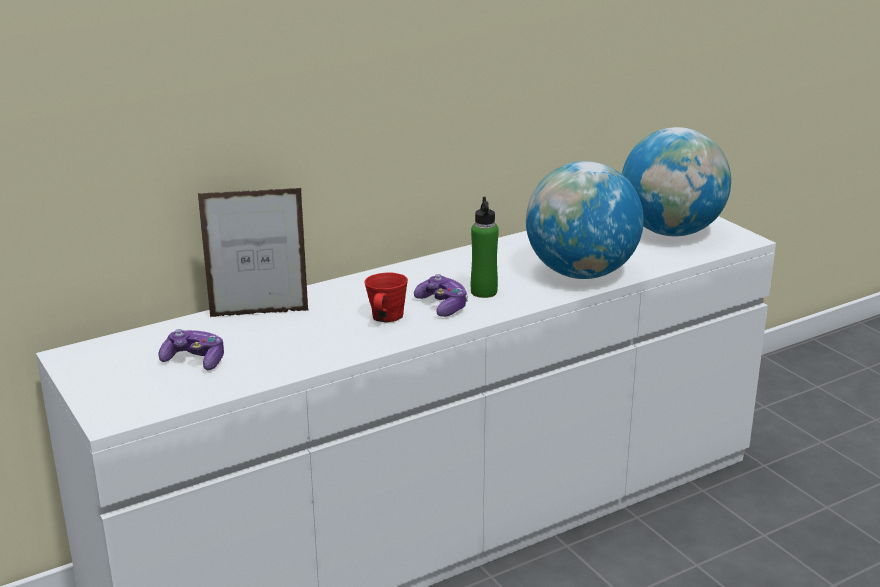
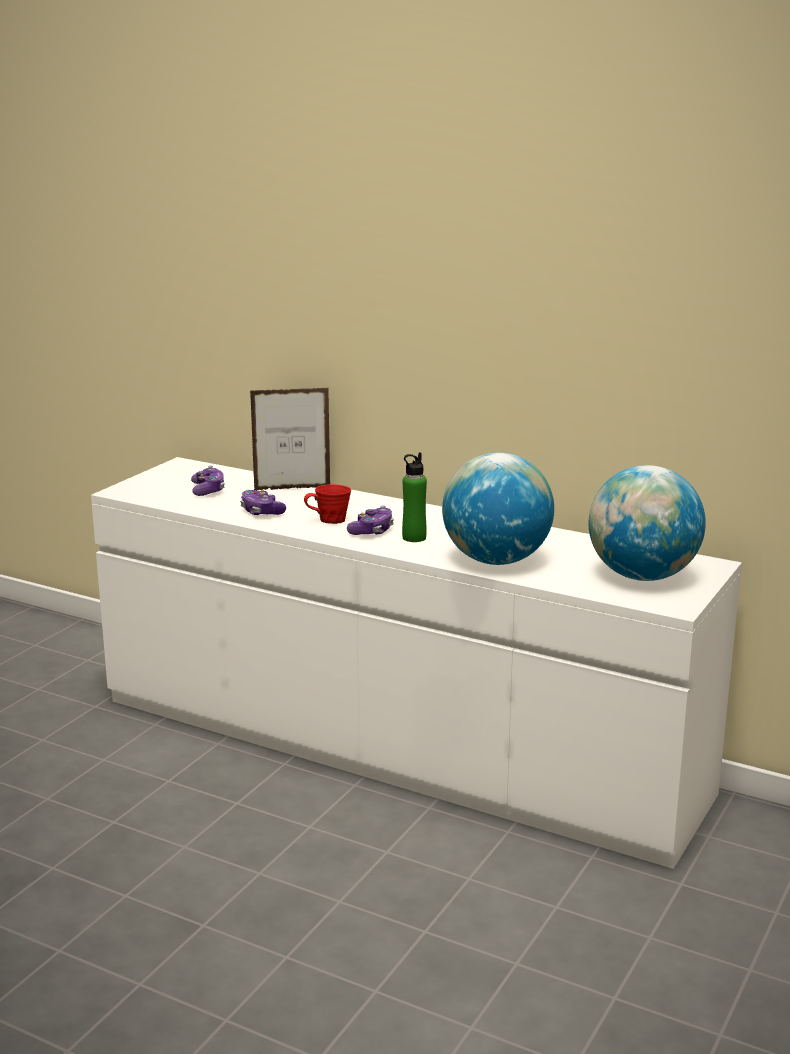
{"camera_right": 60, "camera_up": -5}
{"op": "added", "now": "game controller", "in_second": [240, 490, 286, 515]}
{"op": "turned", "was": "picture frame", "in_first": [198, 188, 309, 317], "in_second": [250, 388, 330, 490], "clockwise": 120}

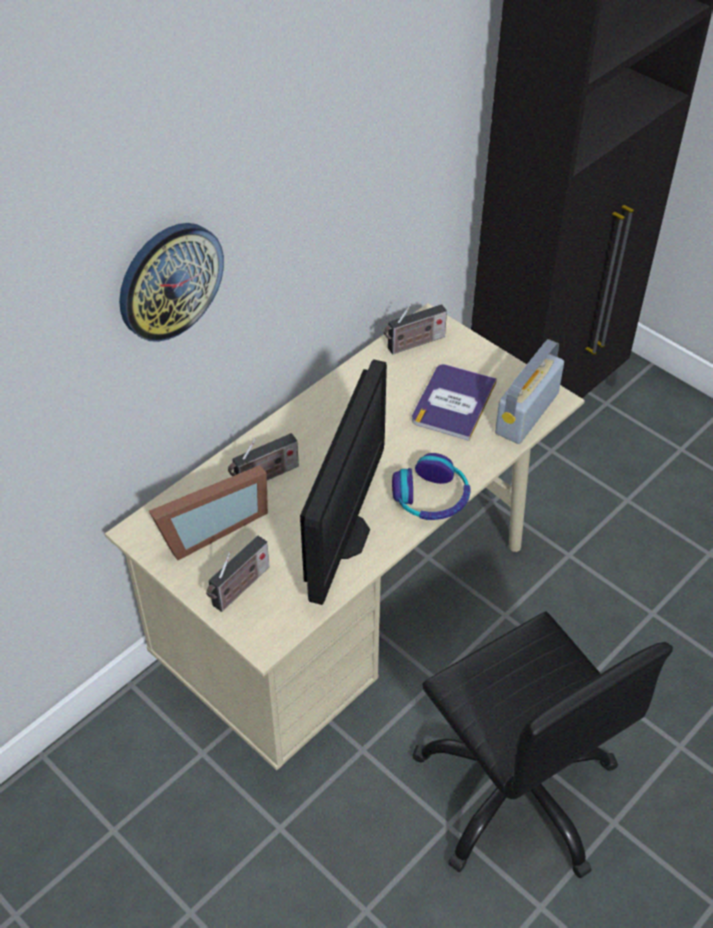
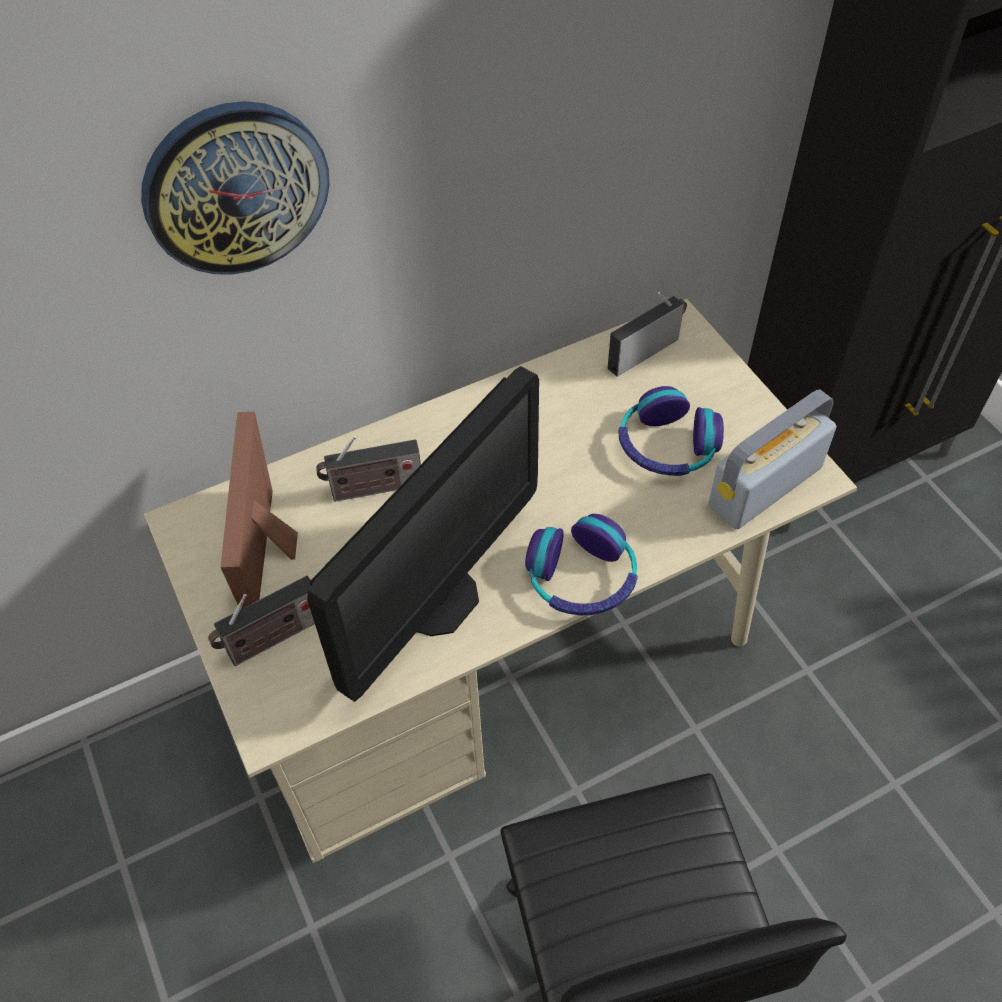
{"camera_right": 20, "camera_up": 5}
{"op": "replaced", "was": "book", "now": "headphones", "in_first": [412, 364, 497, 441], "in_second": [618, 386, 724, 476]}
{"op": "turned", "was": "picture frame", "in_first": [149, 465, 268, 560], "in_second": [221, 412, 298, 610], "clockwise": 105}
{"op": "turned", "was": "radio", "in_first": [384, 303, 447, 355], "in_second": [608, 292, 687, 377], "clockwise": 150}

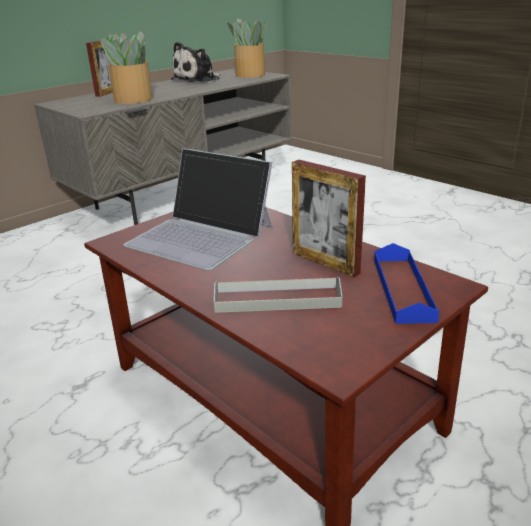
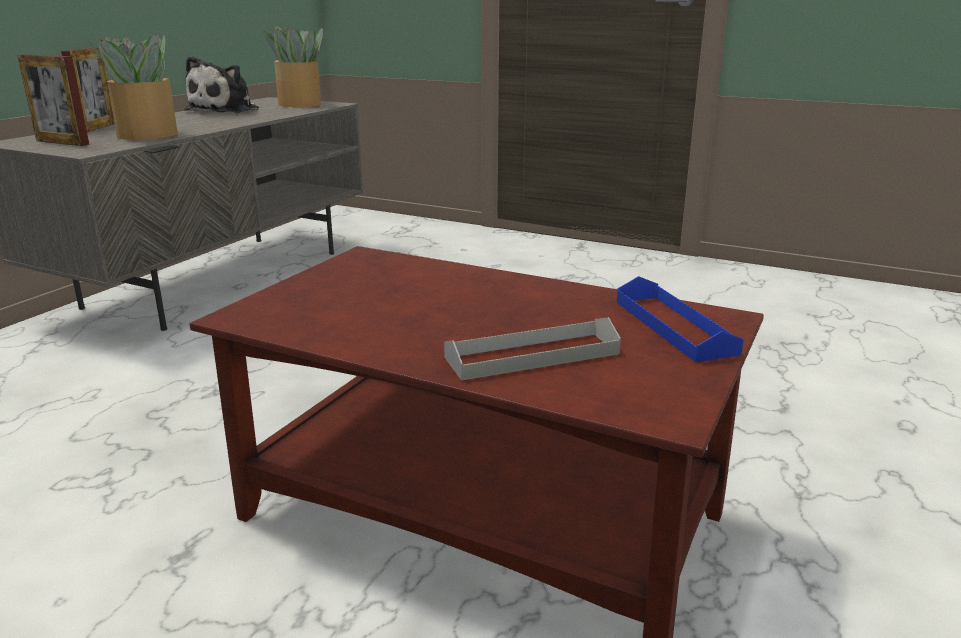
{"camera_right": -20, "camera_up": -5}
{"op": "removed", "was": "laptop", "in_first": [124, 148, 272, 270]}
{"op": "moved", "was": "picture frame", "in_first": [292, 160, 366, 277], "in_second": [17, 54, 90, 146]}

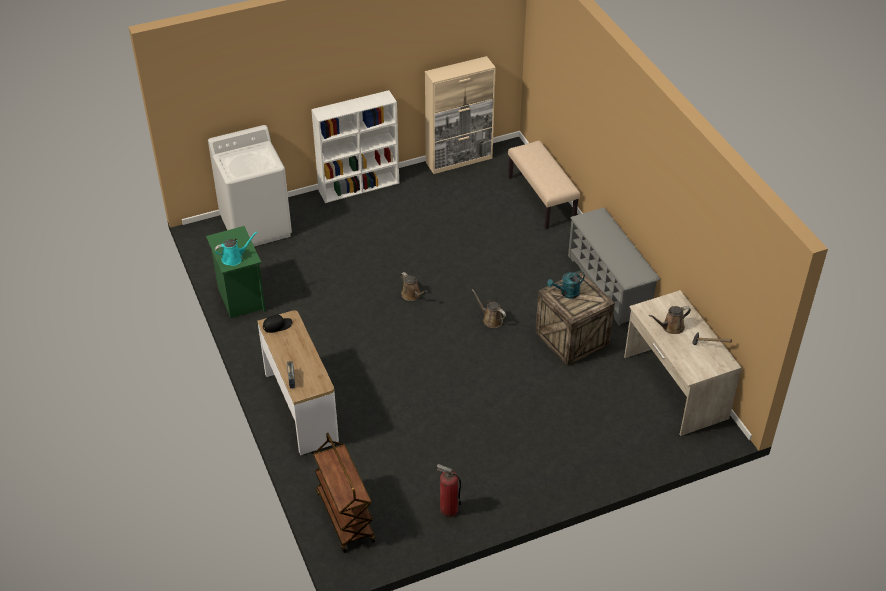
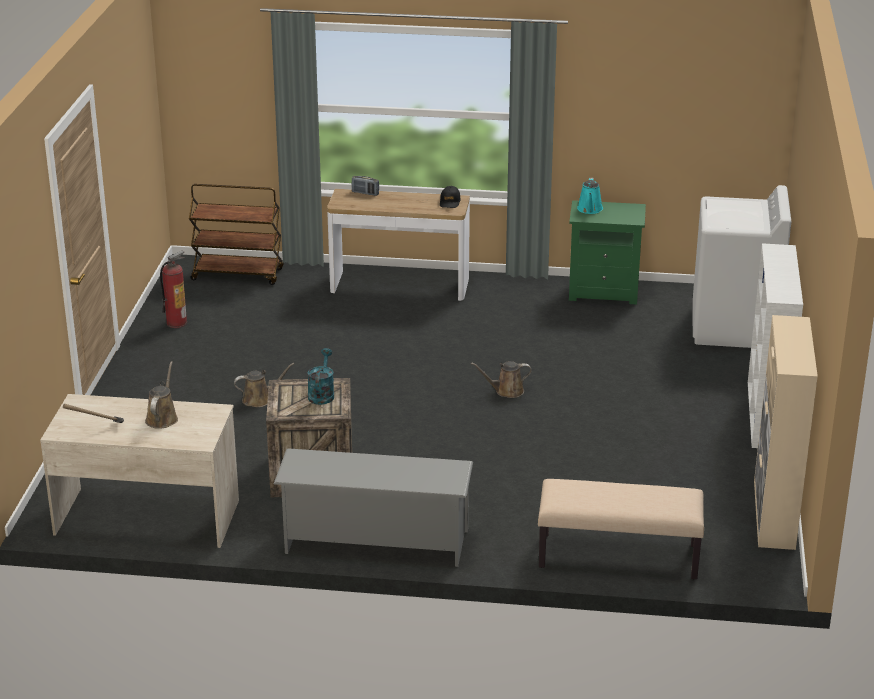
{"camera_right": 120, "camera_up": -15}
{"op": "moved", "was": "brown watering can", "in_first": [472, 289, 506, 328], "in_second": [234, 363, 294, 407]}

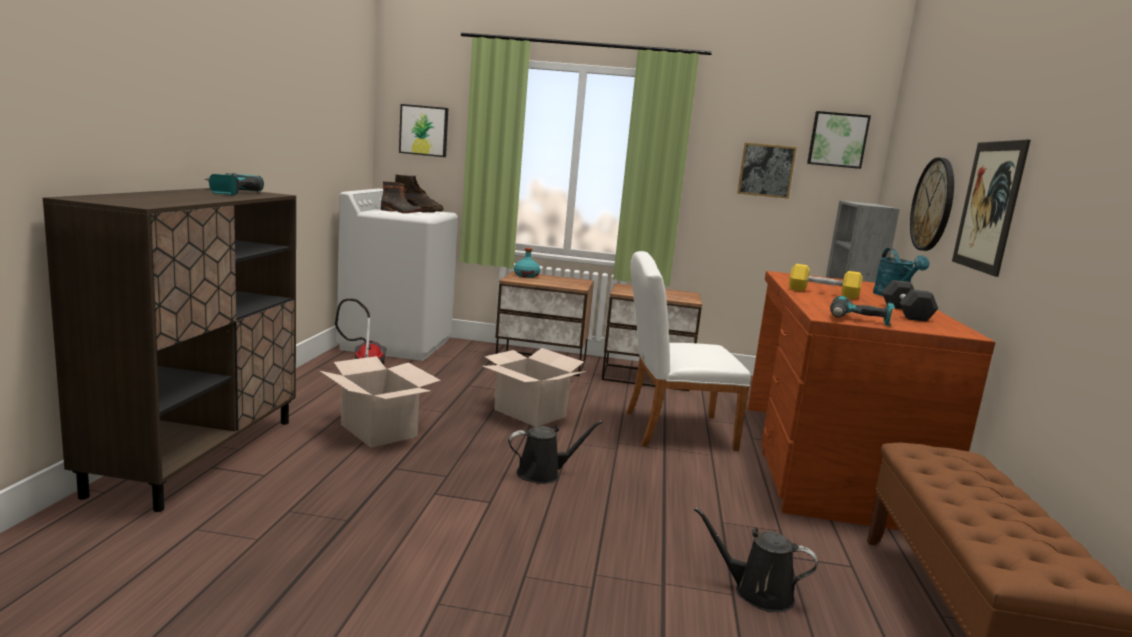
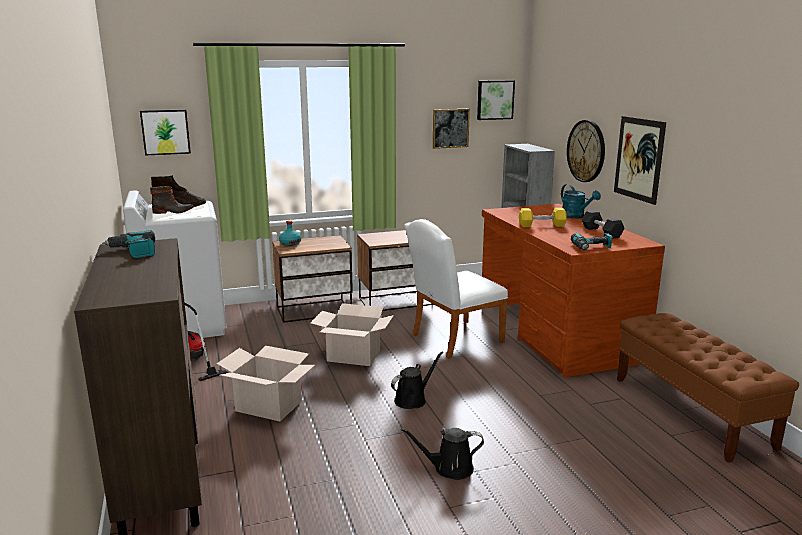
{"camera_right": -25, "camera_up": 5}
{"op": "moved", "was": "black watering can", "in_first": [694, 507, 818, 612], "in_second": [401, 428, 484, 480]}

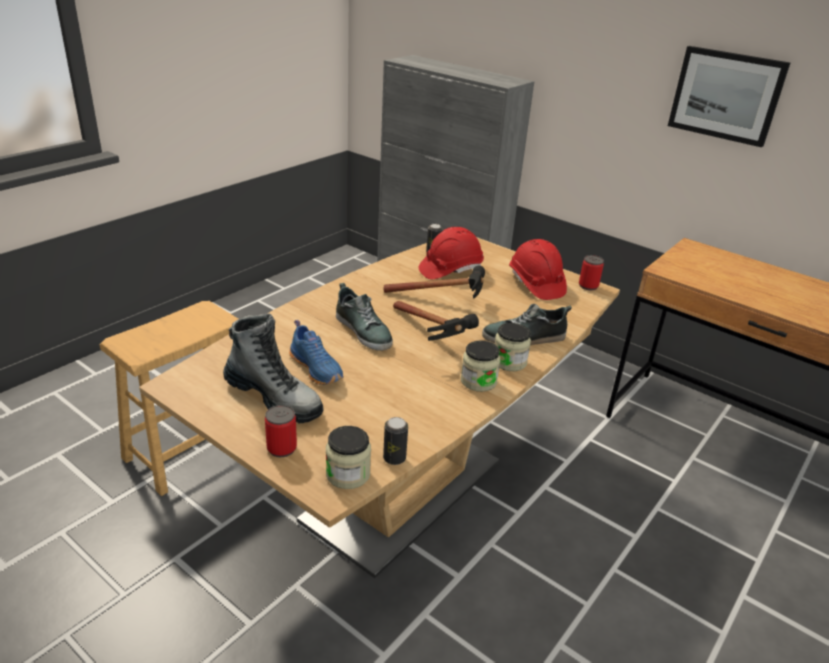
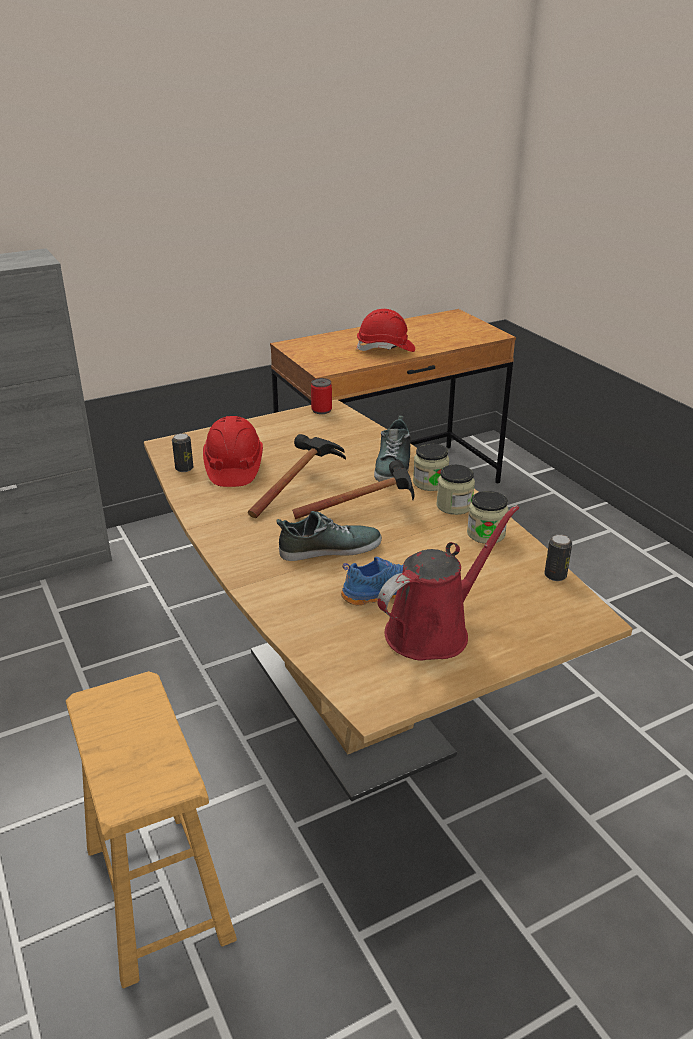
{"camera_right": -65, "camera_up": 0}
{"op": "removed", "was": "can", "in_first": [265, 405, 297, 457]}
{"op": "removed", "was": "picture", "in_first": [668, 46, 790, 147]}
{"op": "moved", "was": "jar", "in_first": [326, 426, 371, 489], "in_second": [467, 491, 509, 544]}
{"op": "moved", "was": "red hard hat", "in_first": [509, 239, 567, 300], "in_second": [356, 309, 415, 352]}
{"op": "replaced", "was": "boot", "now": "red watering can", "in_first": [223, 313, 324, 424], "in_second": [377, 505, 519, 661]}

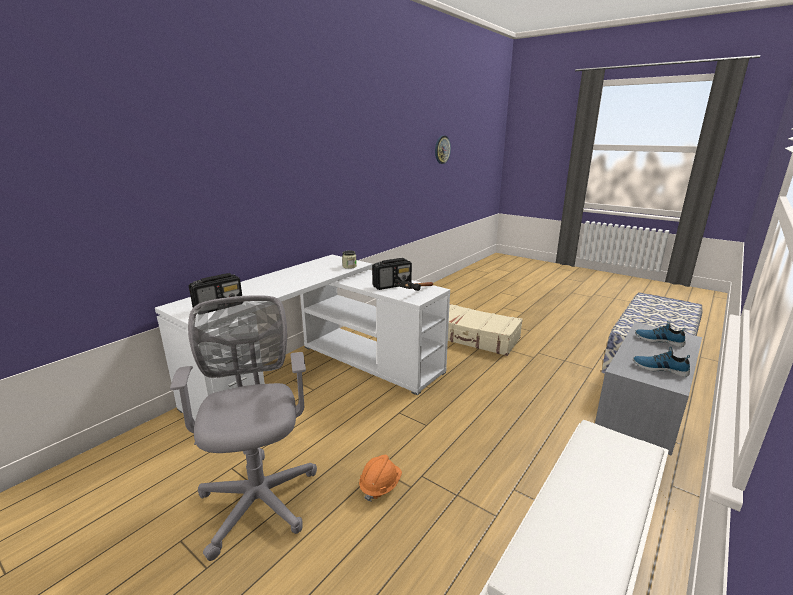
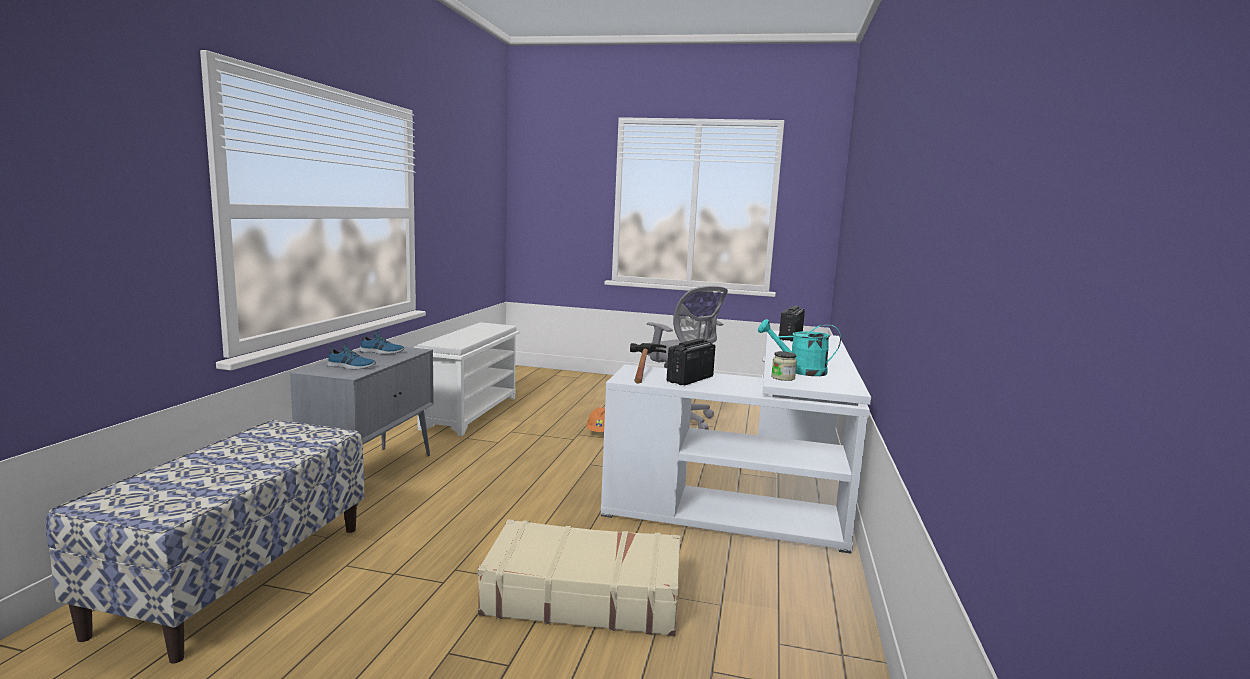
{"camera_right": 155, "camera_up": -10}
{"op": "removed", "was": "wall clock", "in_first": [435, 136, 451, 164]}
{"op": "added", "now": "turquoise watering can", "in_second": [758, 319, 841, 376]}

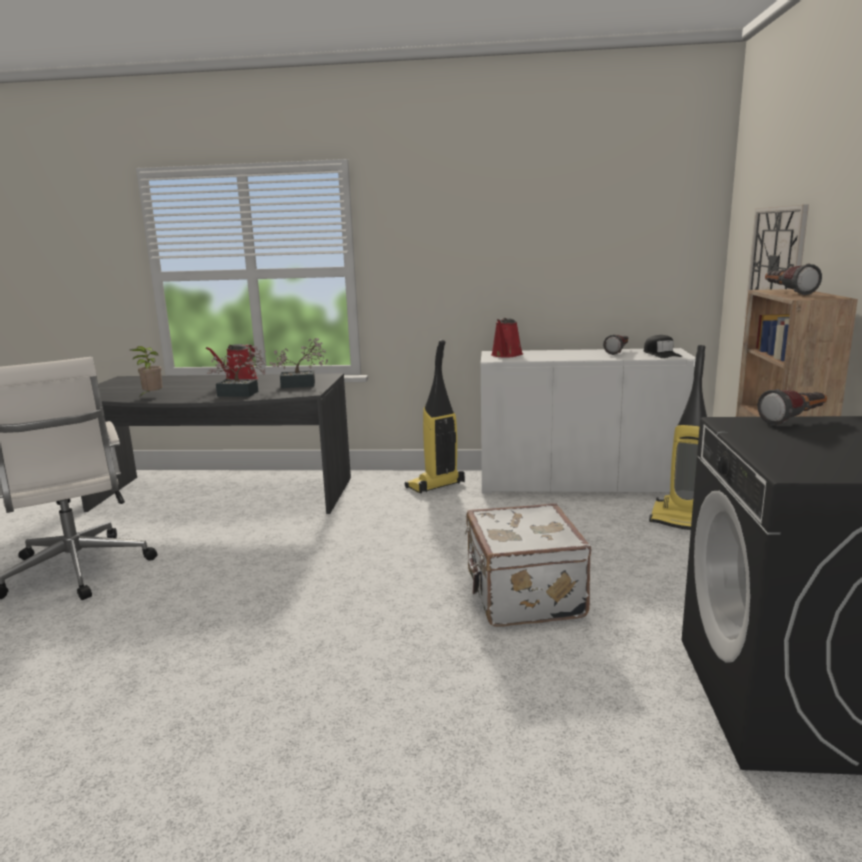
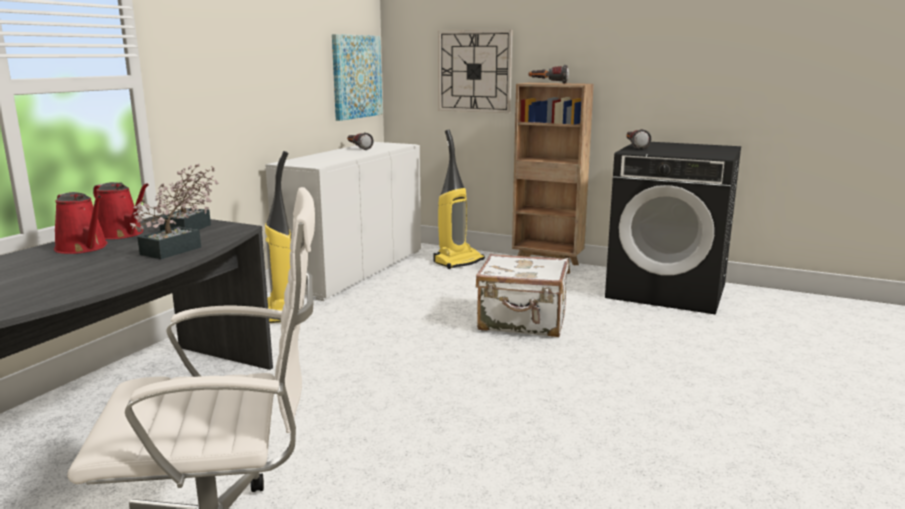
{"camera_right": -70, "camera_up": 0}
{"op": "removed", "was": "potted plant", "in_first": [130, 346, 163, 396]}
{"op": "removed", "was": "black cap", "in_first": [643, 335, 683, 358]}
{"op": "added", "now": "picture", "in_second": [332, 34, 383, 121]}
{"op": "moved", "was": "red watering can", "in_first": [491, 318, 523, 358], "in_second": [93, 182, 149, 239]}

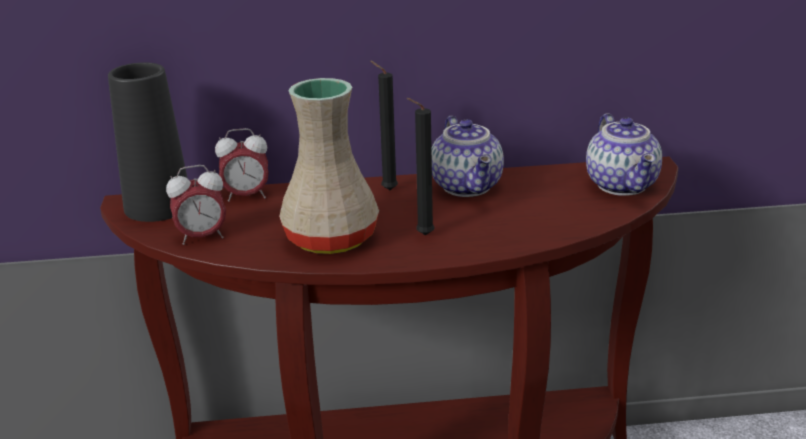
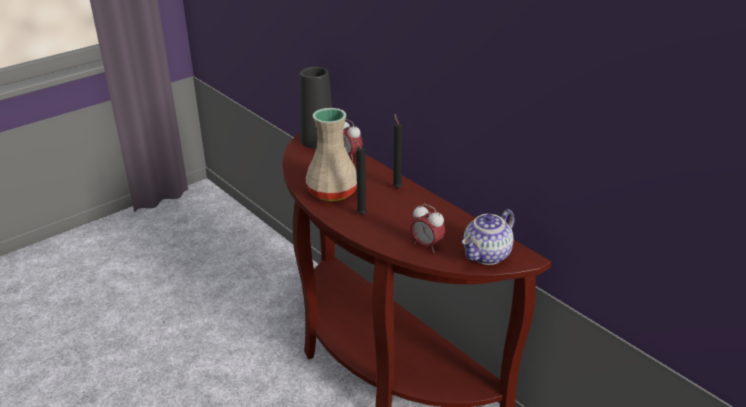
{"camera_right": 55, "camera_up": 5}
{"op": "removed", "was": "teapot", "in_first": [432, 116, 504, 197]}
{"op": "moved", "was": "alarm clock", "in_first": [166, 165, 226, 245], "in_second": [410, 204, 445, 253]}

